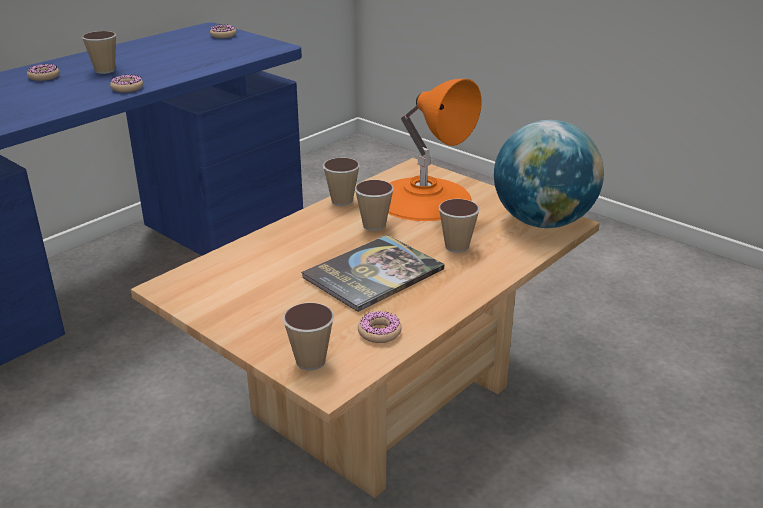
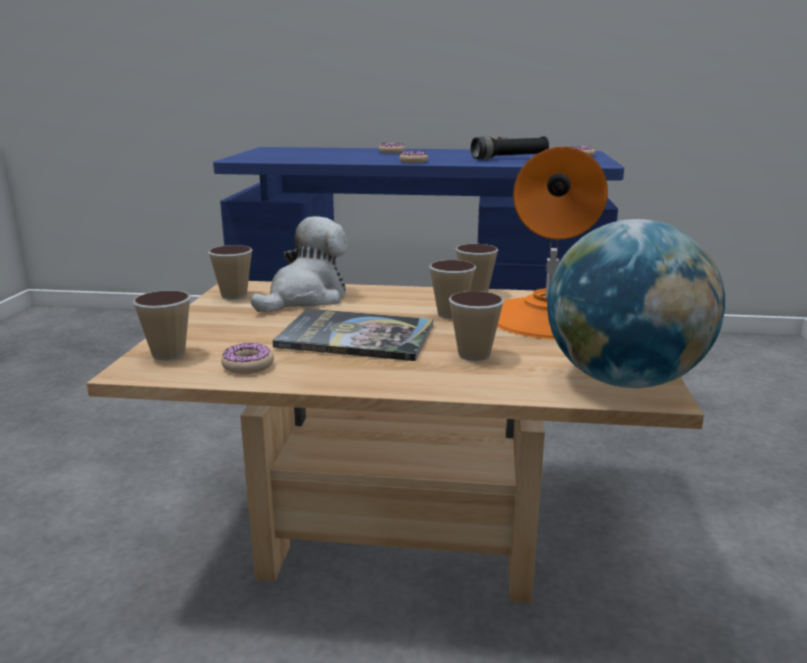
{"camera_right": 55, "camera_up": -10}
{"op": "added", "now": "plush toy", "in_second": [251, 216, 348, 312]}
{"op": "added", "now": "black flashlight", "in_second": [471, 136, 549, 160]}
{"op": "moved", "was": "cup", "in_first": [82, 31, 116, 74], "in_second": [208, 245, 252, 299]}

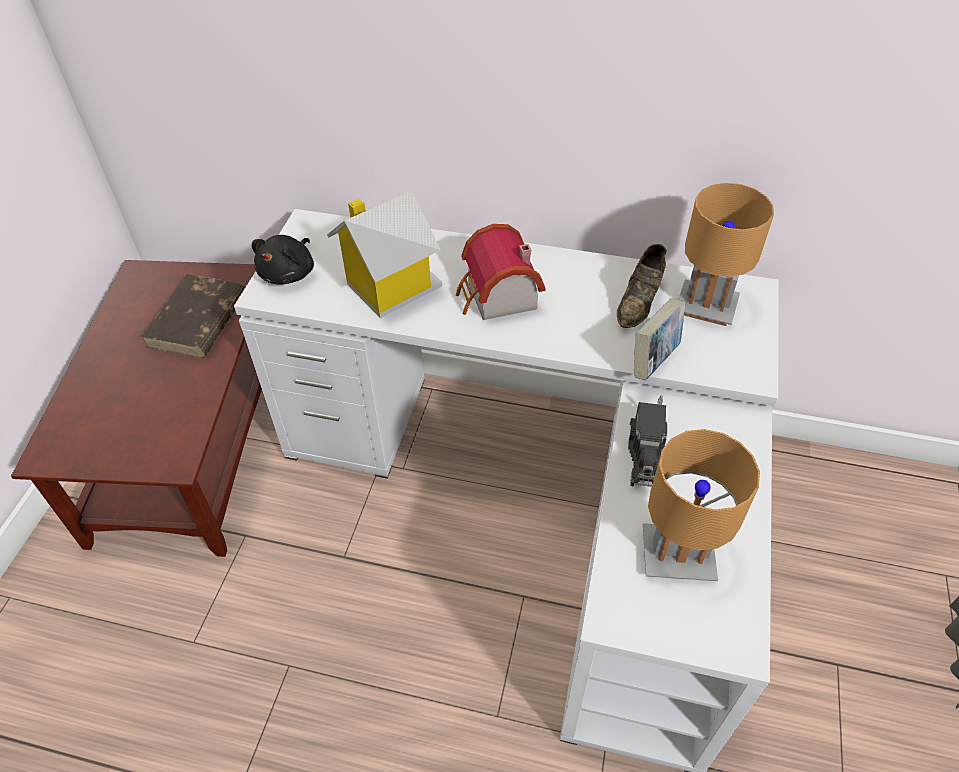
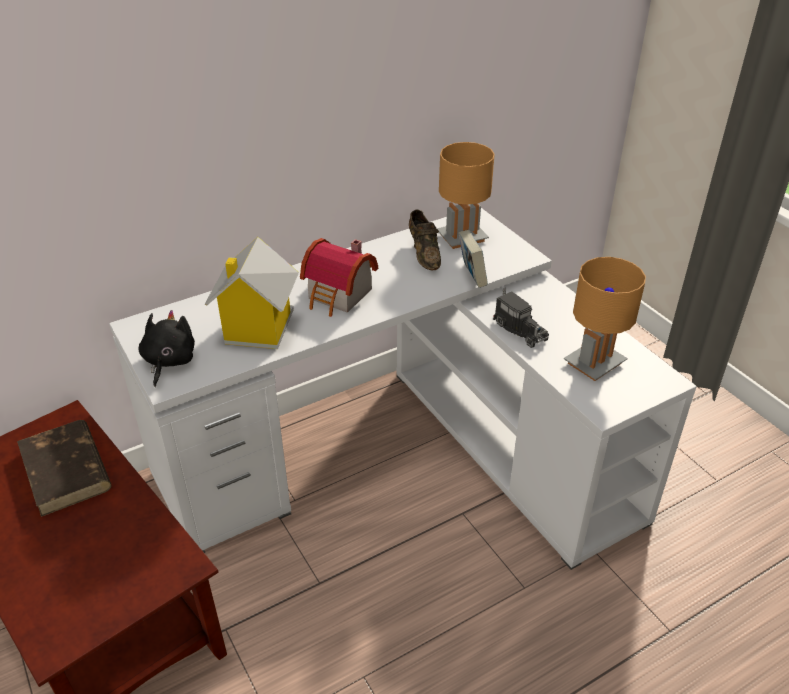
{"camera_right": -45, "camera_up": -10}
{"op": "turned", "was": "black plush toy", "in_first": [252, 235, 314, 285], "in_second": [138, 310, 195, 387], "clockwise": -150}

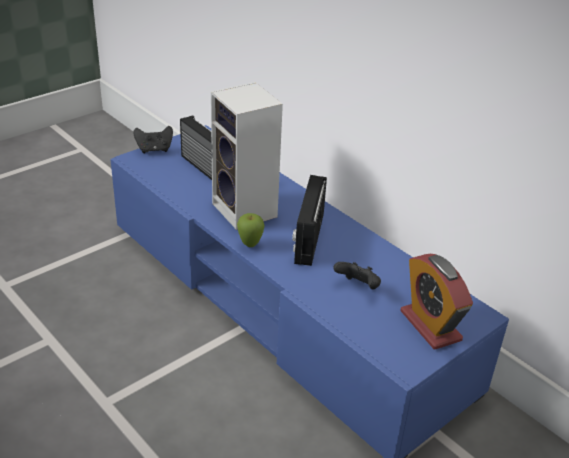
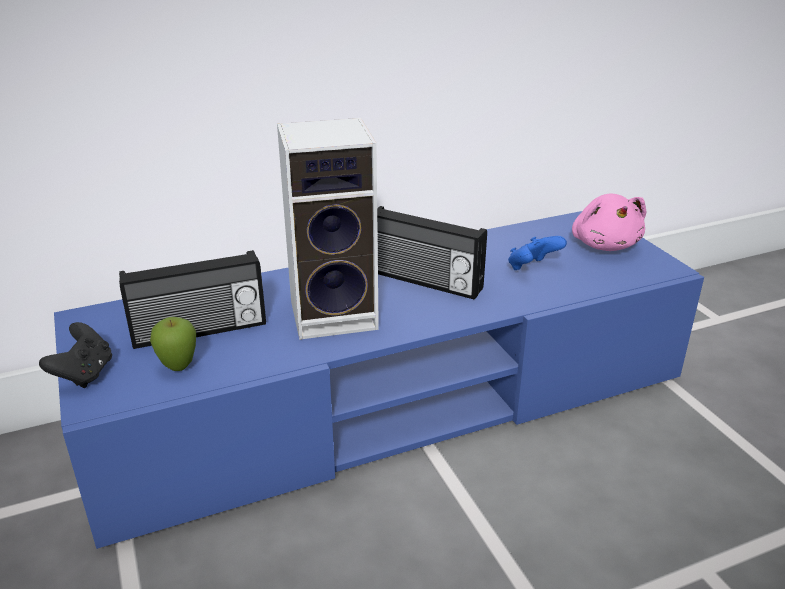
{"camera_right": -70, "camera_up": -5}
{"op": "moved", "was": "apple", "in_first": [237, 213, 264, 247], "in_second": [150, 317, 196, 371]}
{"op": "replaced", "was": "alarm clock", "now": "pink plush toy", "in_first": [400, 254, 473, 350], "in_second": [572, 194, 646, 251]}
{"op": "recoloured", "was": "black game controller", "now": "blue game controller", "in_first": [333, 262, 381, 289], "in_second": [508, 236, 567, 270]}

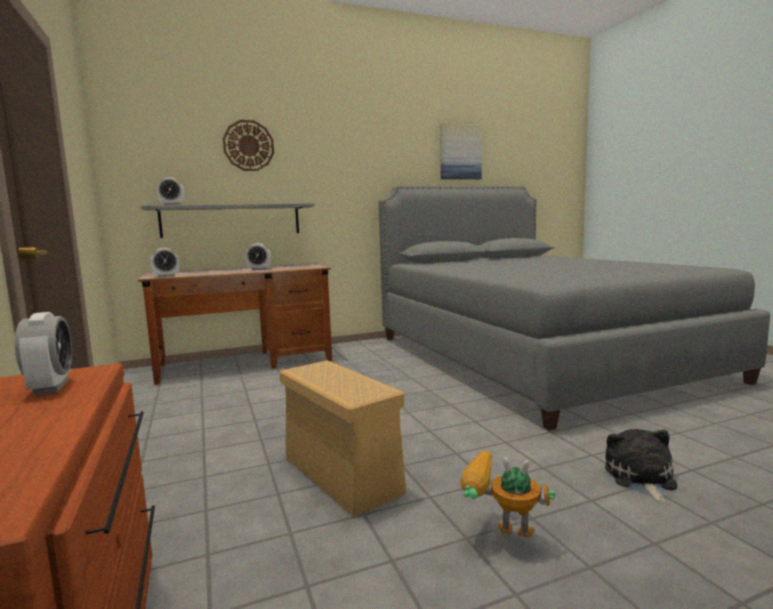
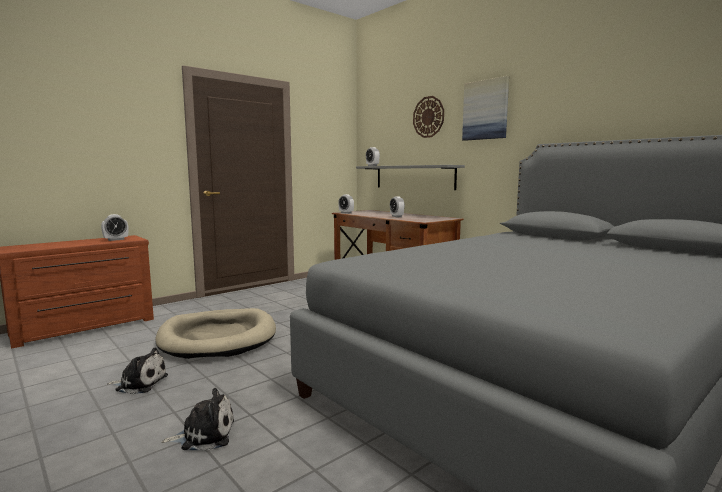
{"camera_right": 70, "camera_up": 0}
{"op": "moved", "was": "picture", "in_first": [440, 123, 482, 179], "in_second": [462, 76, 509, 141]}
{"op": "replaced", "was": "beige storage box", "now": "beige dog bed", "in_first": [280, 360, 406, 517], "in_second": [155, 308, 276, 359]}
{"op": "replaced", "was": "toy robot", "now": "plush toy", "in_first": [460, 451, 556, 537], "in_second": [107, 348, 168, 394]}

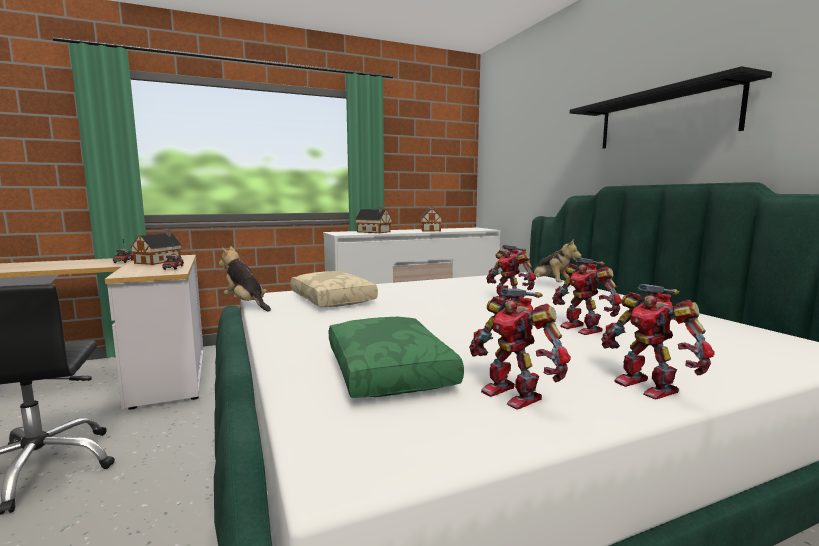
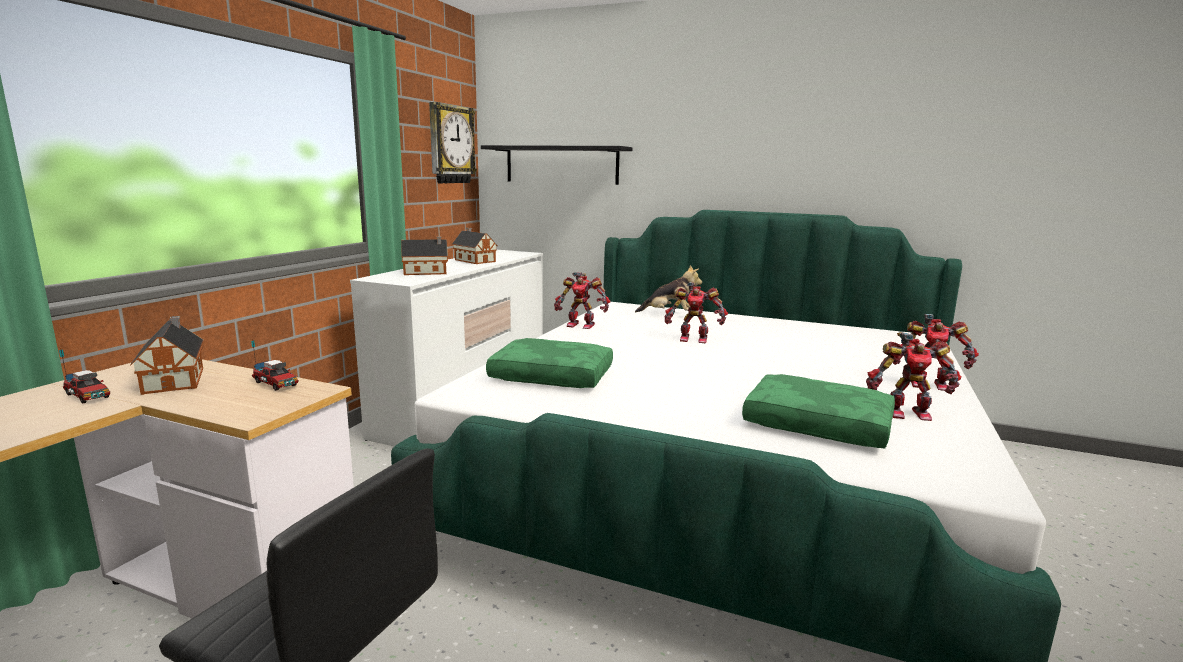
{"camera_right": -45, "camera_up": 5}
{"op": "removed", "was": "plush toy", "in_first": [219, 246, 271, 311]}
{"op": "added", "now": "wall clock", "in_second": [429, 102, 477, 184]}
{"op": "moved", "was": "toy robot", "in_first": [552, 257, 622, 335], "in_second": [554, 272, 610, 329]}
{"op": "moved", "was": "black shelf", "in_first": [570, 66, 772, 149], "in_second": [481, 145, 633, 185]}
{"op": "recoloured", "was": "beige pillow", "now": "green pillow", "in_first": [291, 271, 378, 307], "in_second": [486, 338, 613, 388]}

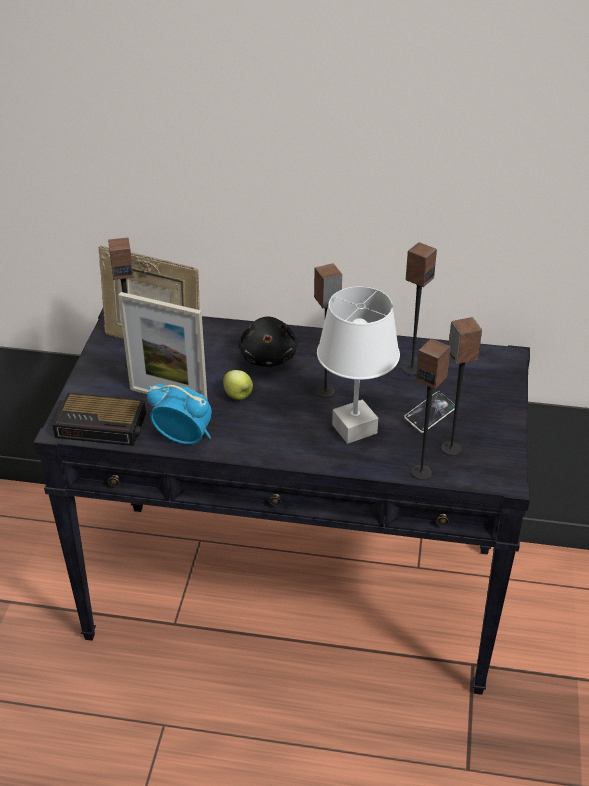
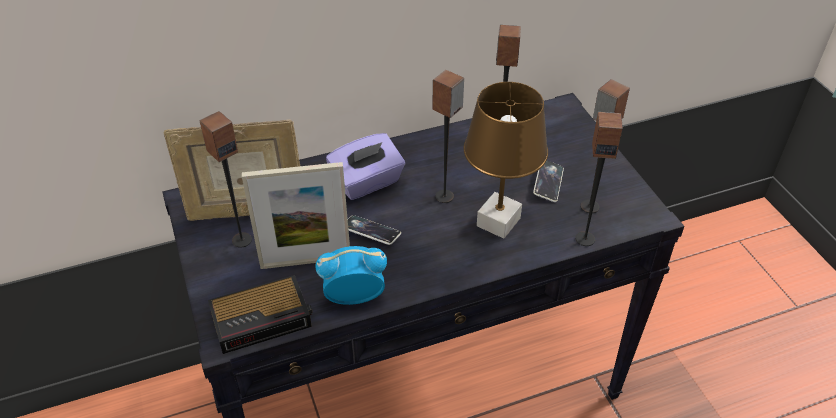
{"camera_right": -30, "camera_up": 5}
{"op": "replaced", "was": "apple", "now": "phone", "in_first": [223, 370, 253, 400], "in_second": [348, 215, 401, 245]}
{"op": "replaced", "was": "black plush toy", "now": "purple tissue box", "in_first": [238, 316, 299, 367], "in_second": [326, 133, 405, 200]}
{"op": "recoloured", "was": "white table lamp", "now": "brown table lamp", "in_first": [317, 286, 400, 444], "in_second": [463, 82, 548, 239]}

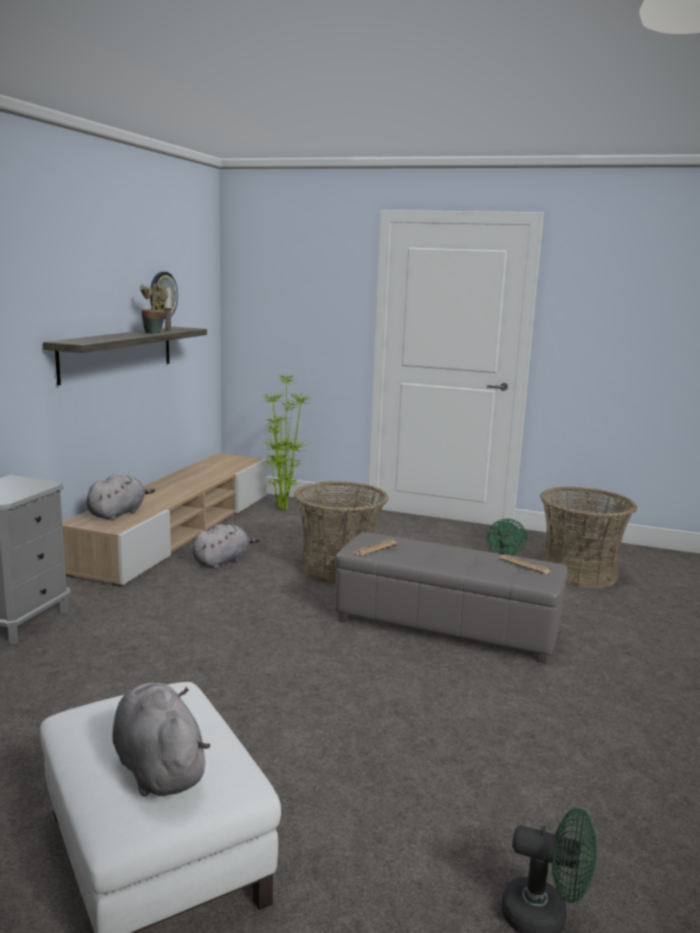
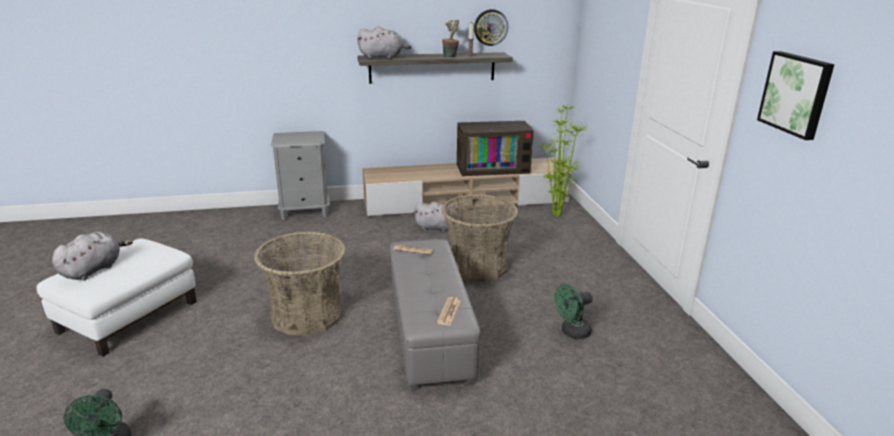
{"camera_right": 60, "camera_up": 10}
{"op": "added", "now": "television", "in_second": [457, 121, 534, 176]}
{"op": "added", "now": "picture", "in_second": [757, 51, 835, 140]}
{"op": "moved", "was": "grey plush toy", "in_first": [87, 474, 155, 521], "in_second": [357, 26, 411, 59]}
{"op": "moved", "was": "basket", "in_first": [540, 487, 637, 589], "in_second": [254, 232, 346, 336]}

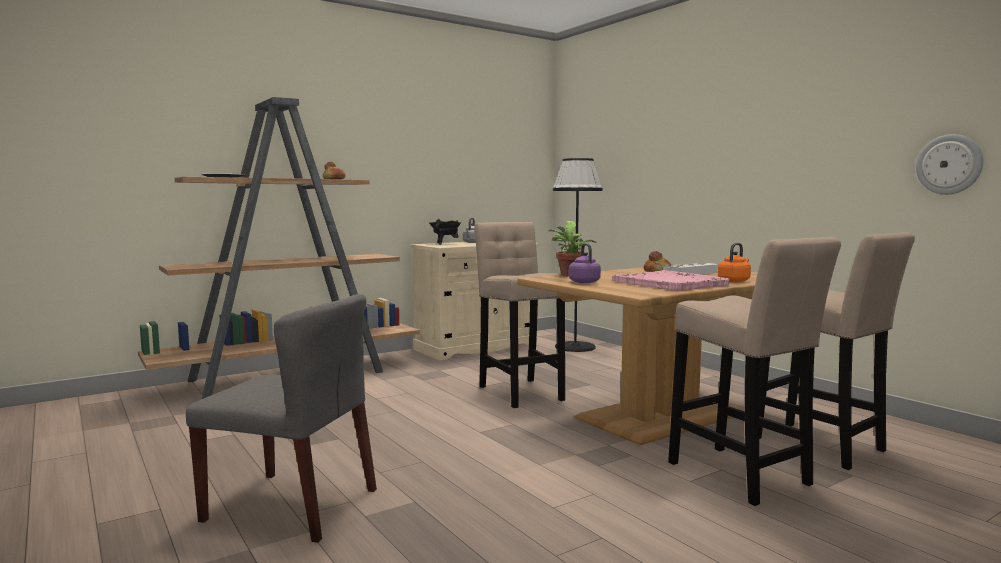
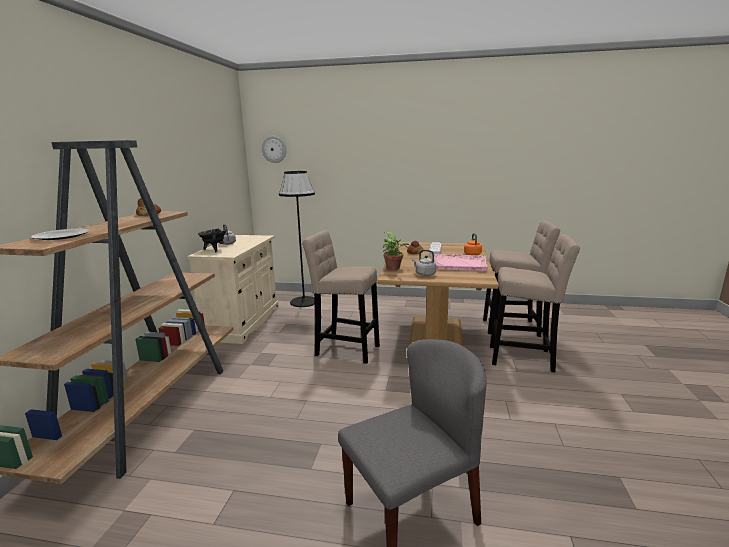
{"camera_right": -45, "camera_up": 10}
{"op": "moved", "was": "wall clock", "in_first": [916, 134, 983, 195], "in_second": [262, 136, 287, 163]}
{"op": "recoloured", "was": "purple kettle", "now": "grey kettle", "in_first": [569, 243, 601, 283], "in_second": [412, 250, 436, 276]}

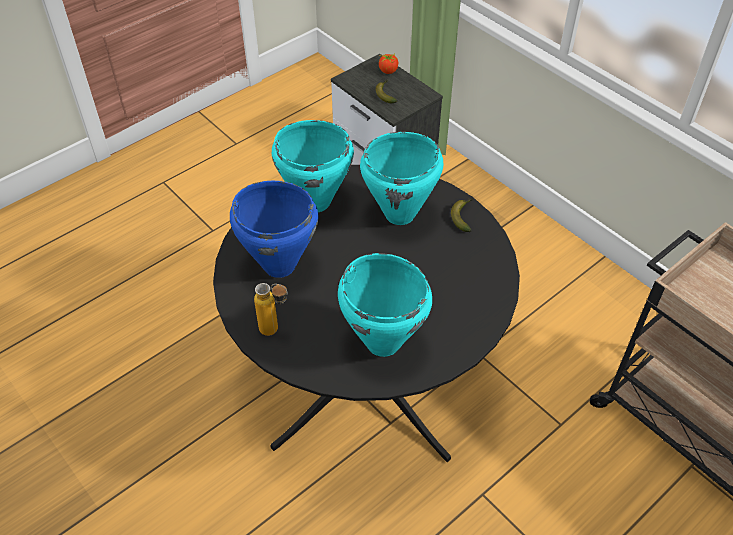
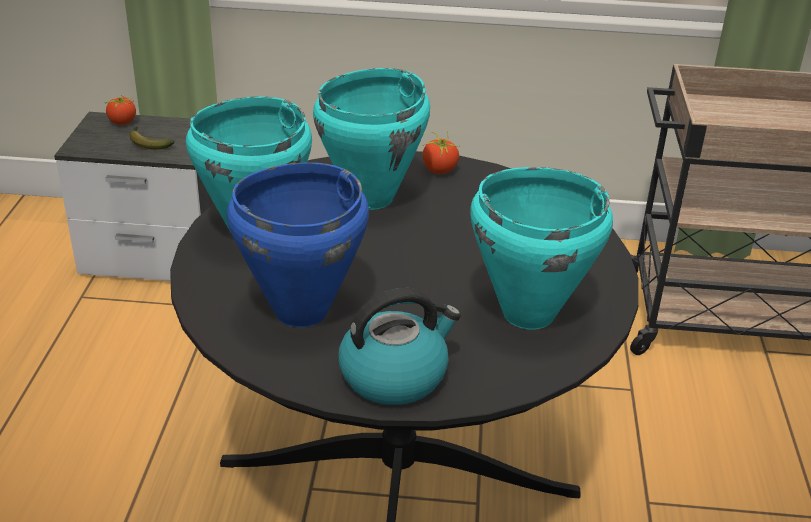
{"camera_right": -45, "camera_up": -15}
{"op": "replaced", "was": "bottle", "now": "kettle", "in_first": [254, 283, 288, 336], "in_second": [338, 288, 461, 405]}
{"op": "replaced", "was": "banana", "now": "tomato", "in_first": [451, 198, 473, 232], "in_second": [422, 131, 459, 174]}

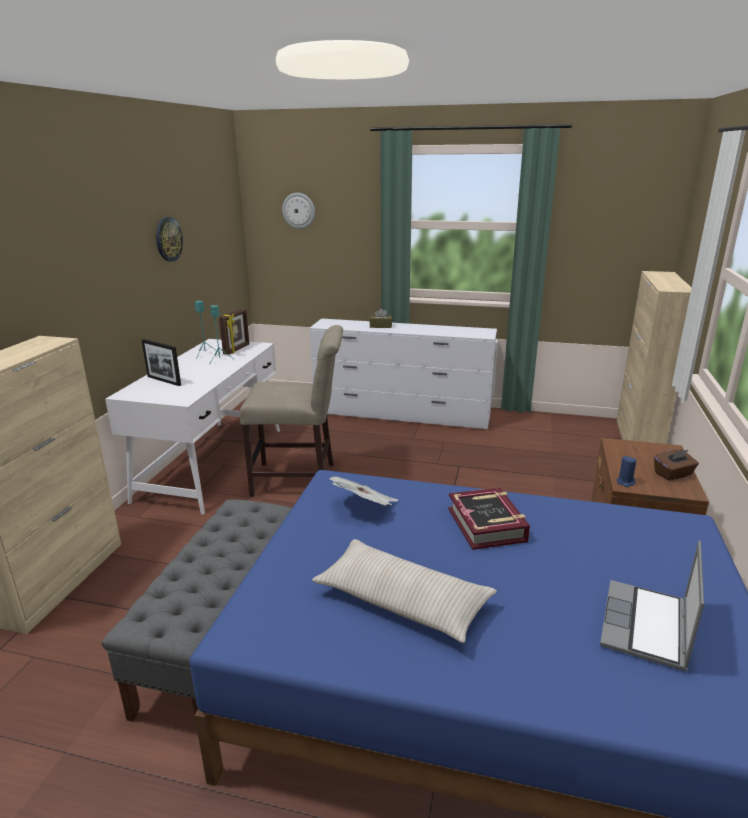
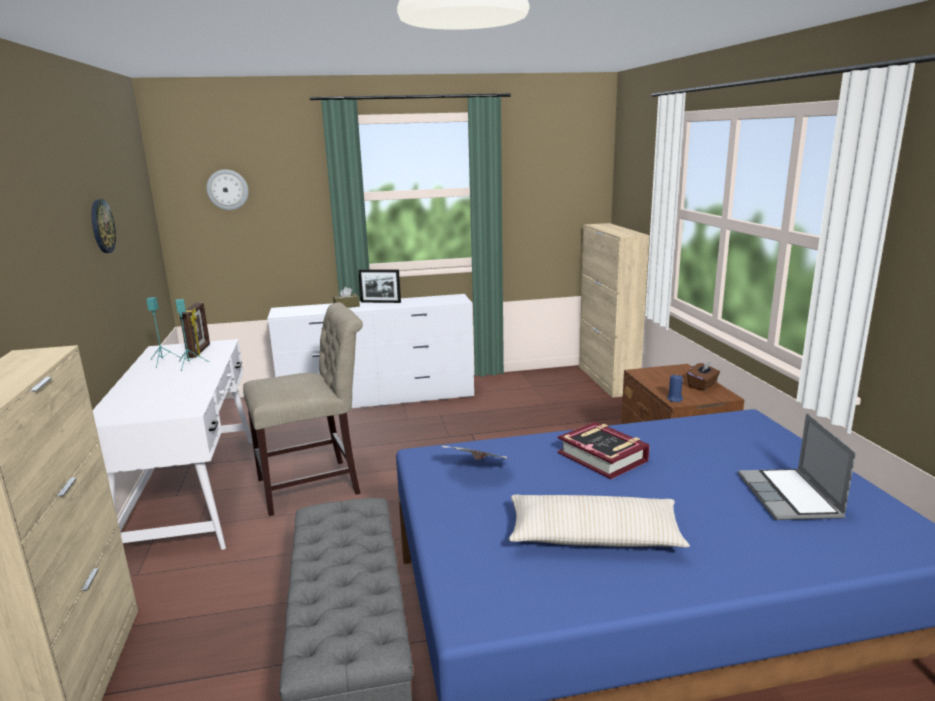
{"camera_right": -25, "camera_up": -5}
{"op": "moved", "was": "picture frame", "in_first": [142, 339, 181, 386], "in_second": [358, 269, 401, 303]}

